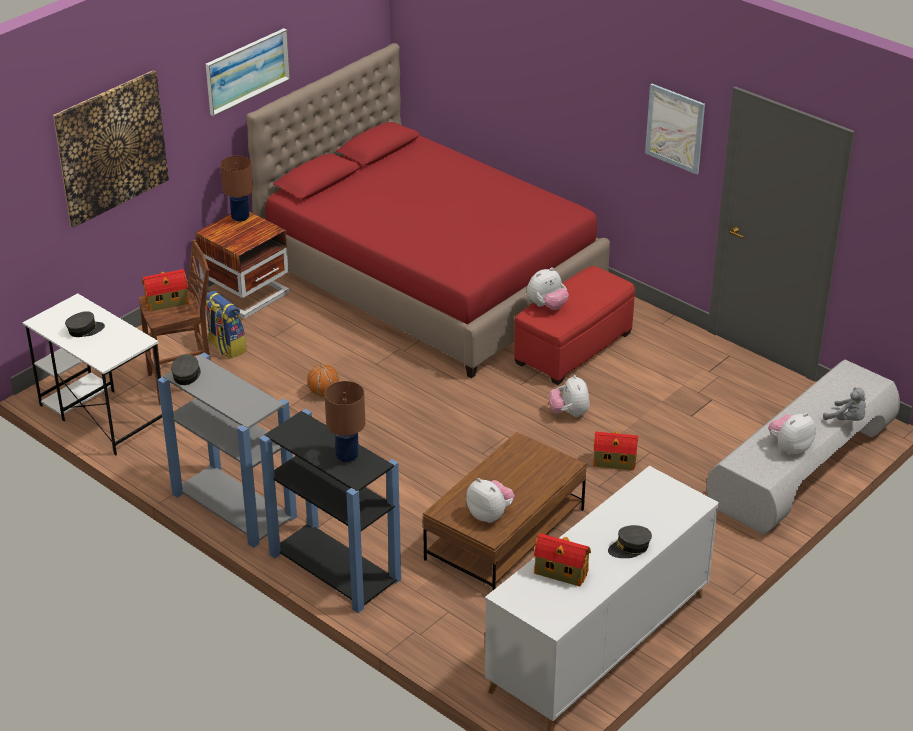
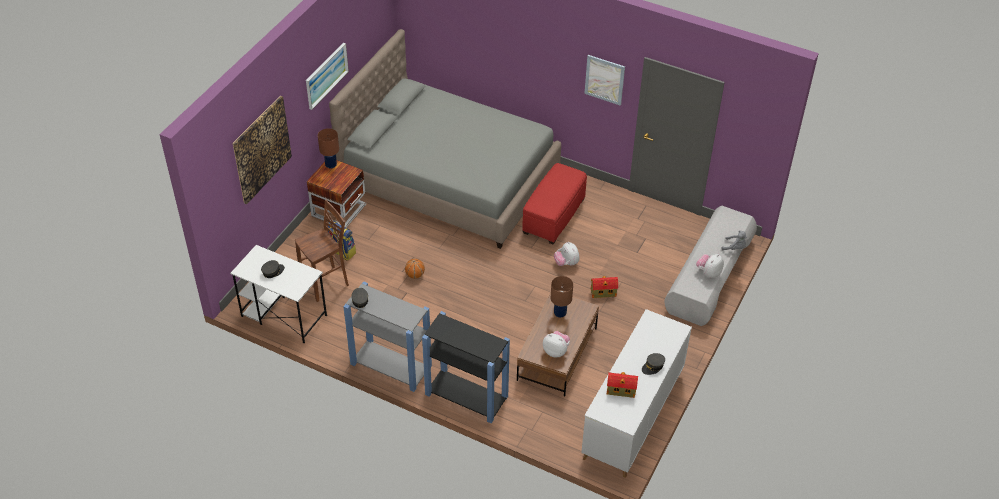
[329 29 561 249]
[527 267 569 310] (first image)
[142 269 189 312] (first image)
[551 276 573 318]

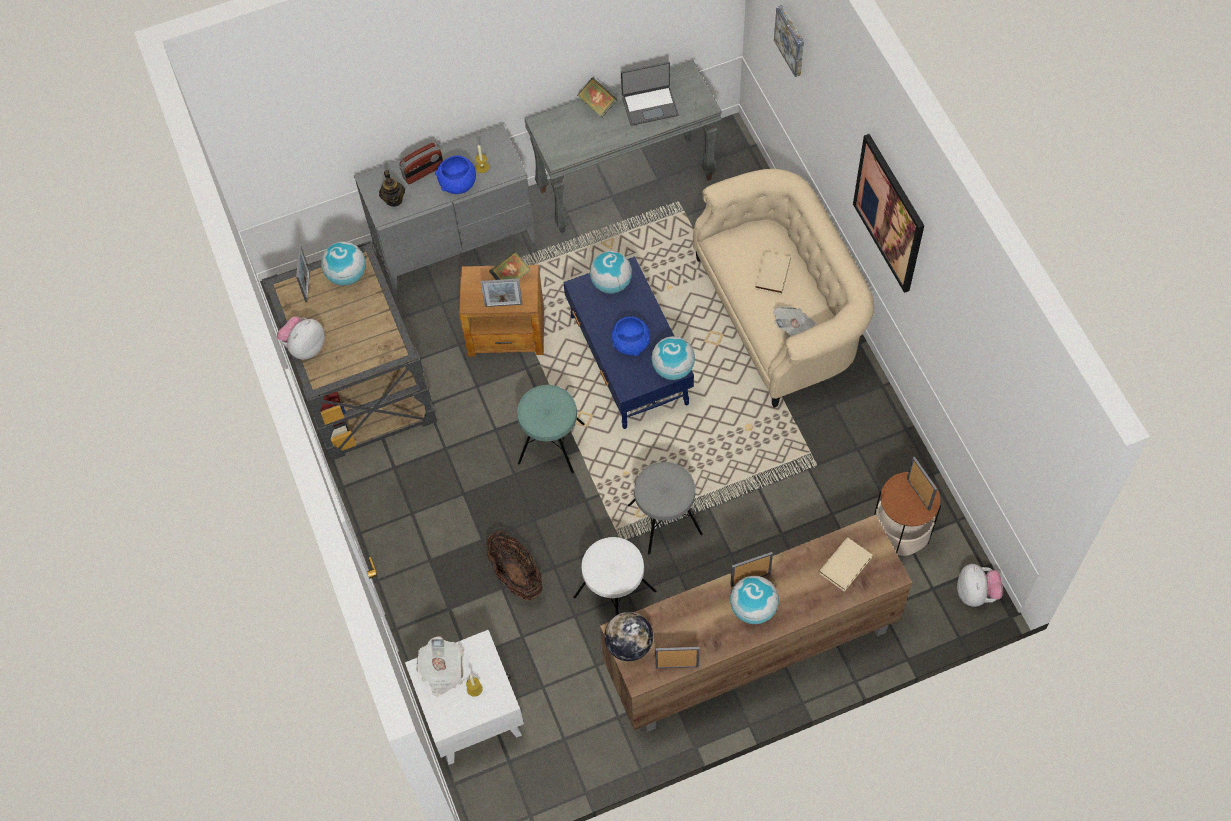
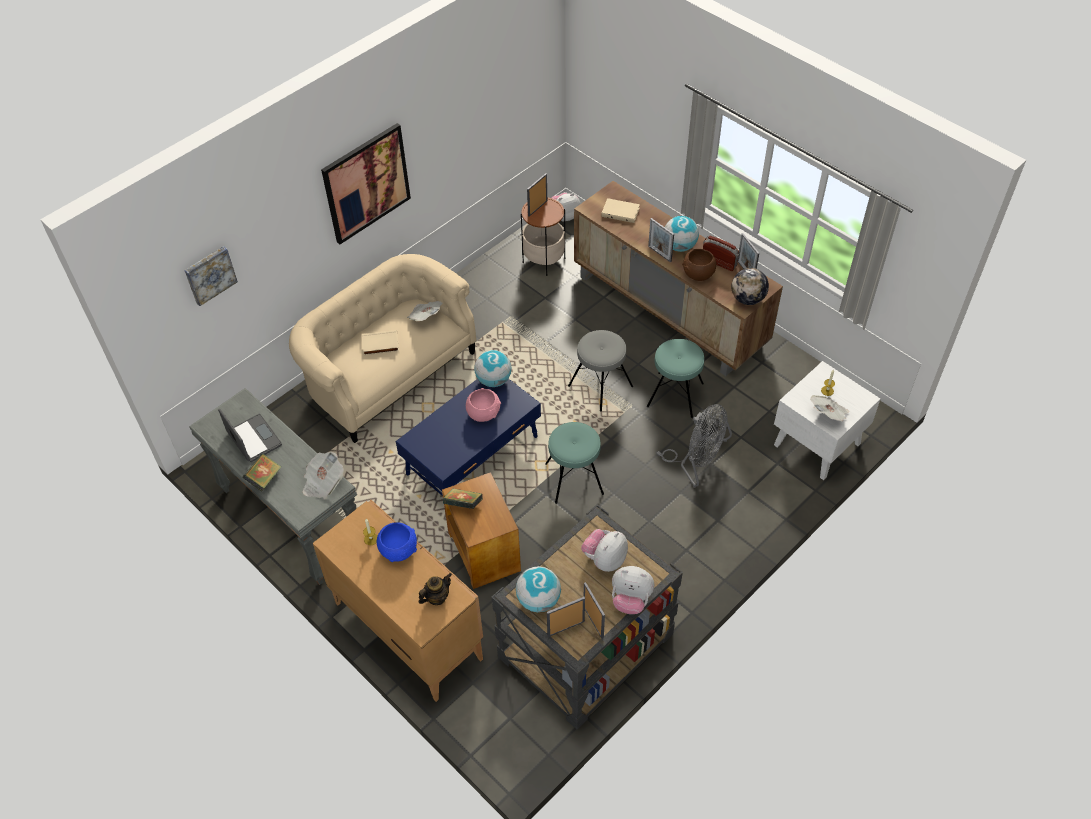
[313 500 483 702]
[703 236 739 271]
[590 251 632 294] (first image)
[584 582 605 639]
[466 388 501 422]
[656 404 732 488]
[647 339 704 418]
[682 249 716 281]
[303 452 344 499]
[581 529 628 572]

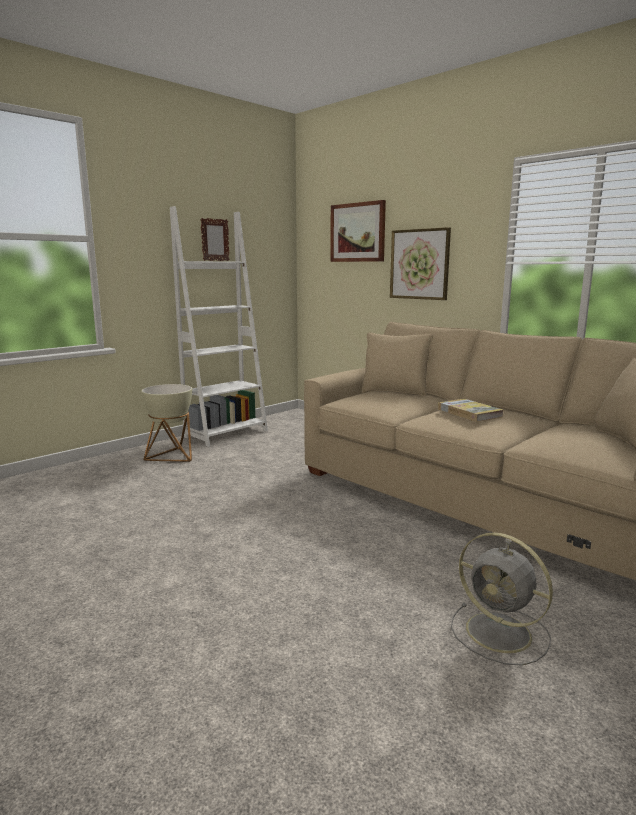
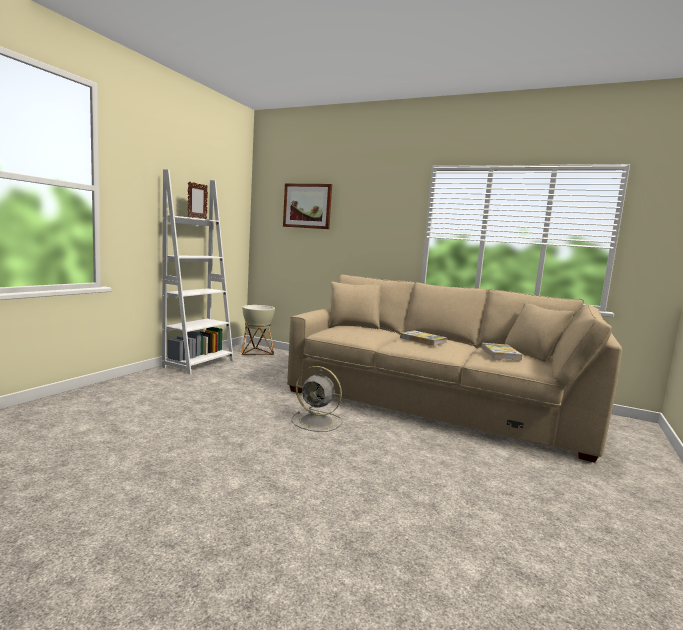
[390 227 451 300] (first image)
[242 305 275 355]
[291 366 343 432]
[481 343 522 361]

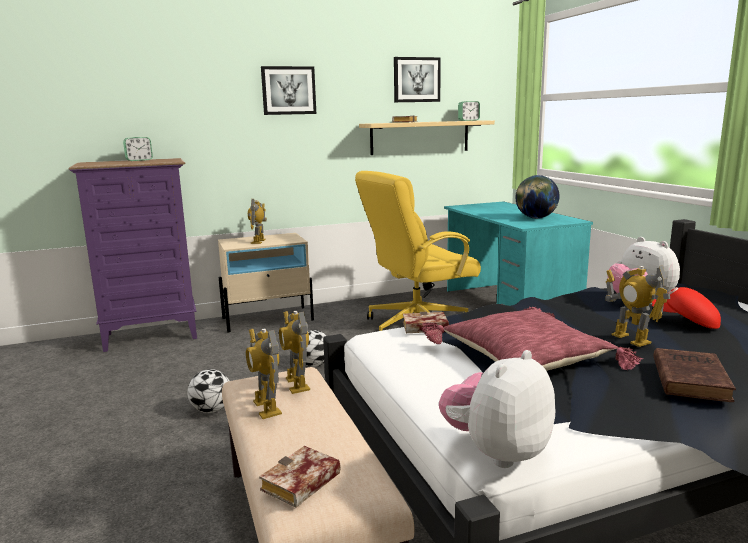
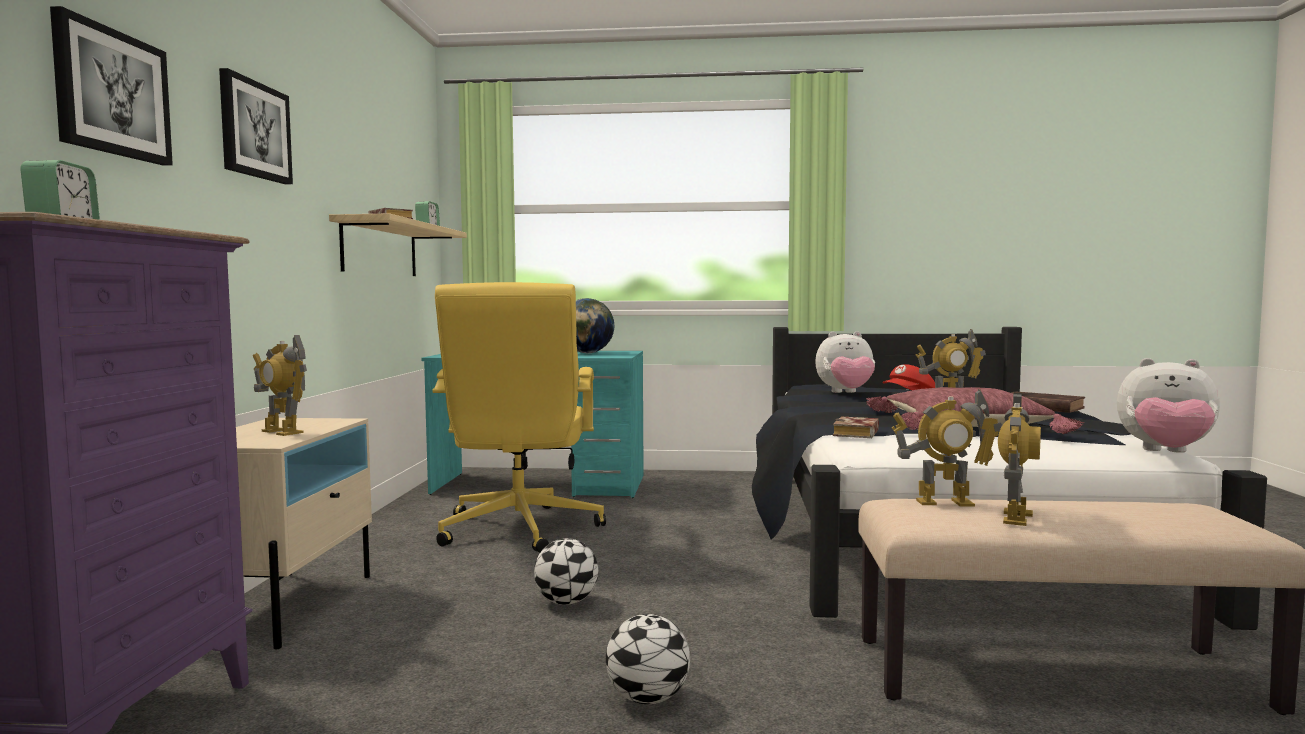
[50 6 173 166]
[998 392 1041 526]
[1117 358 1220 453]
[259 446 341 508] (first image)

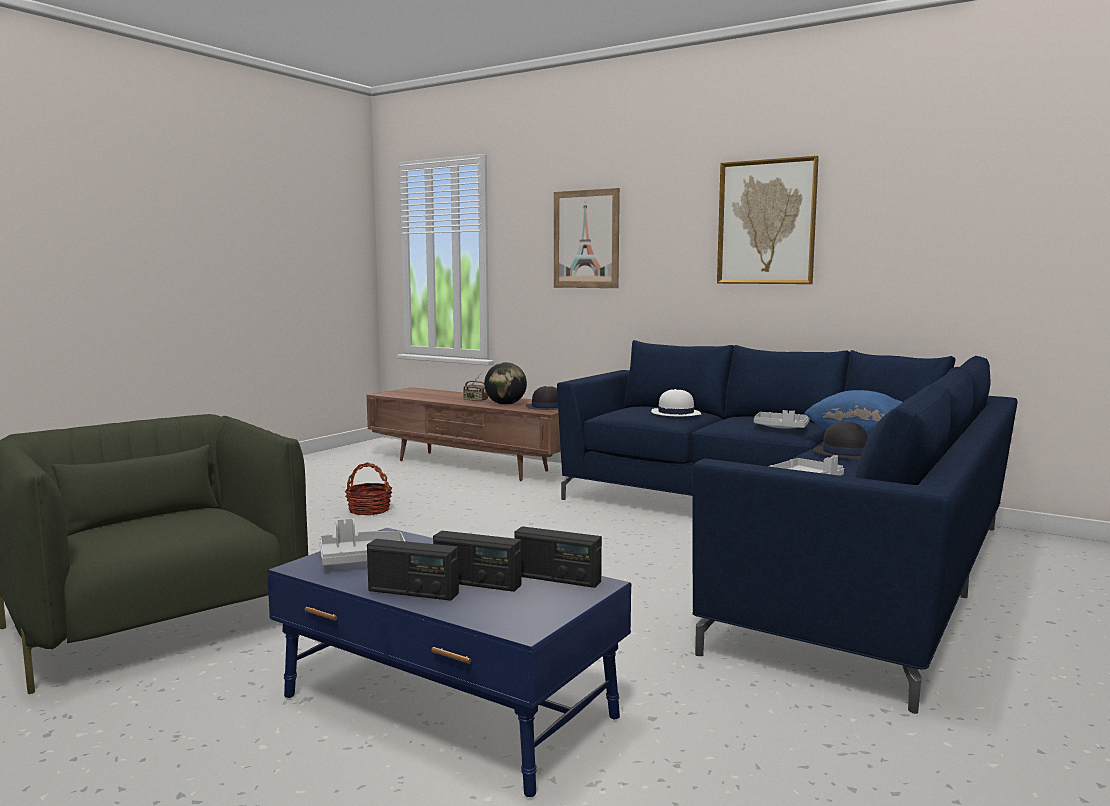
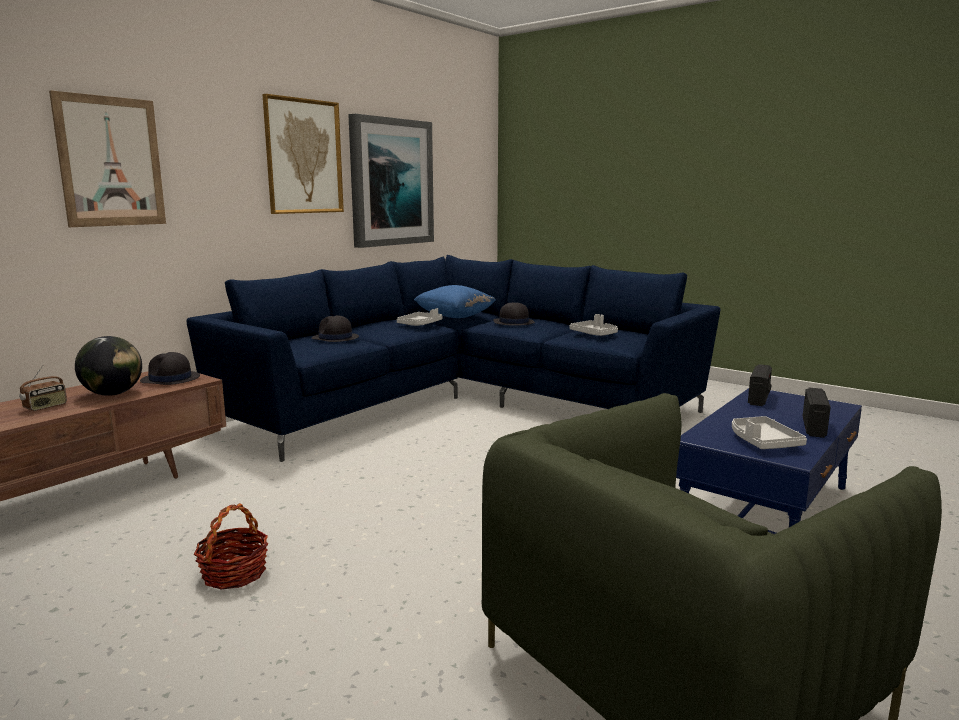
[312 315 359 342]
[433 531 522 592] (first image)
[348 114 434 248]

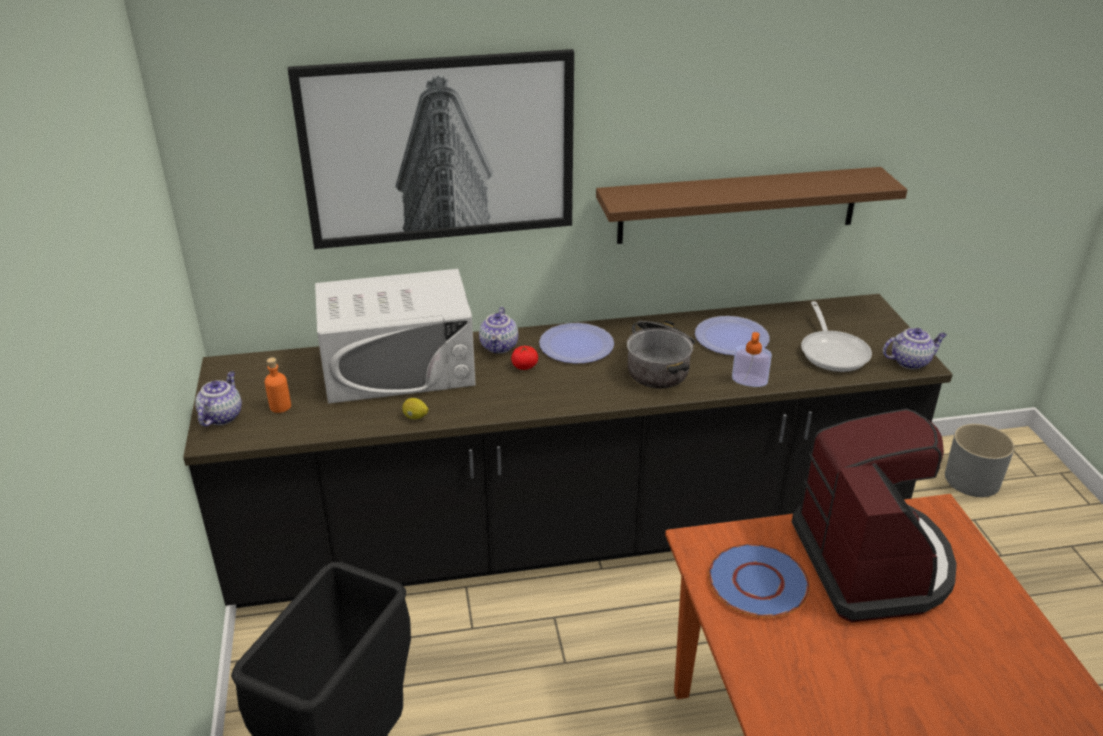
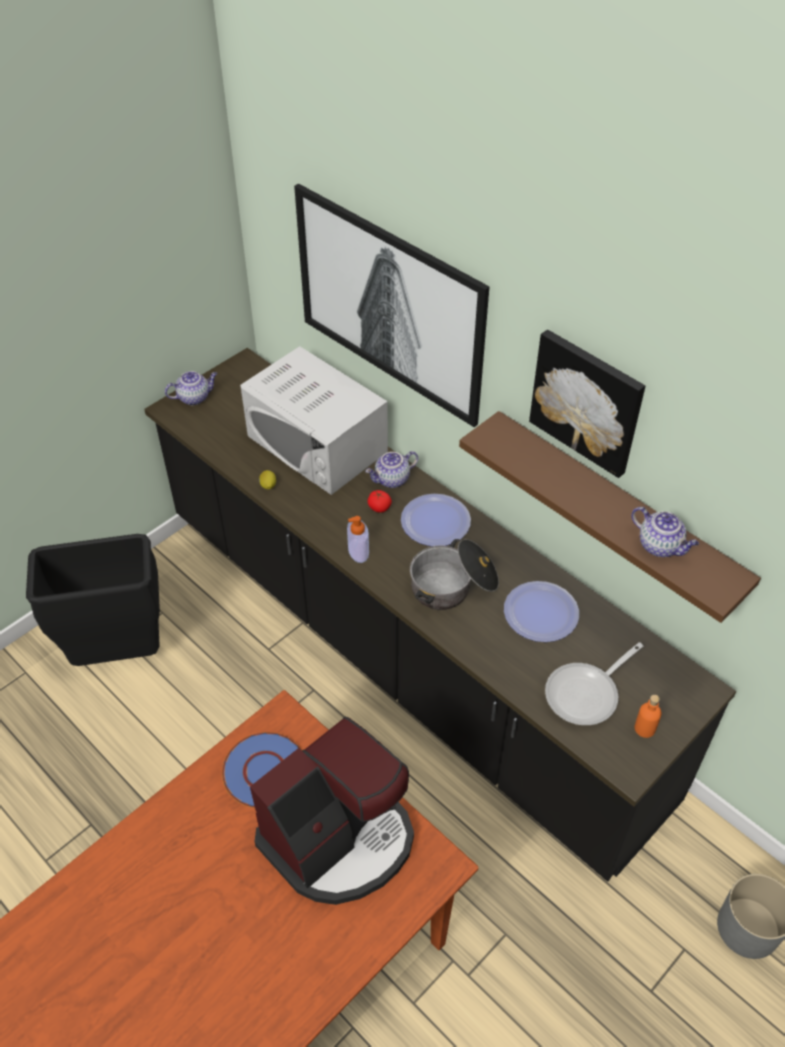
[632 507 699 557]
[347 516 369 563]
[635 695 662 738]
[529 330 645 478]

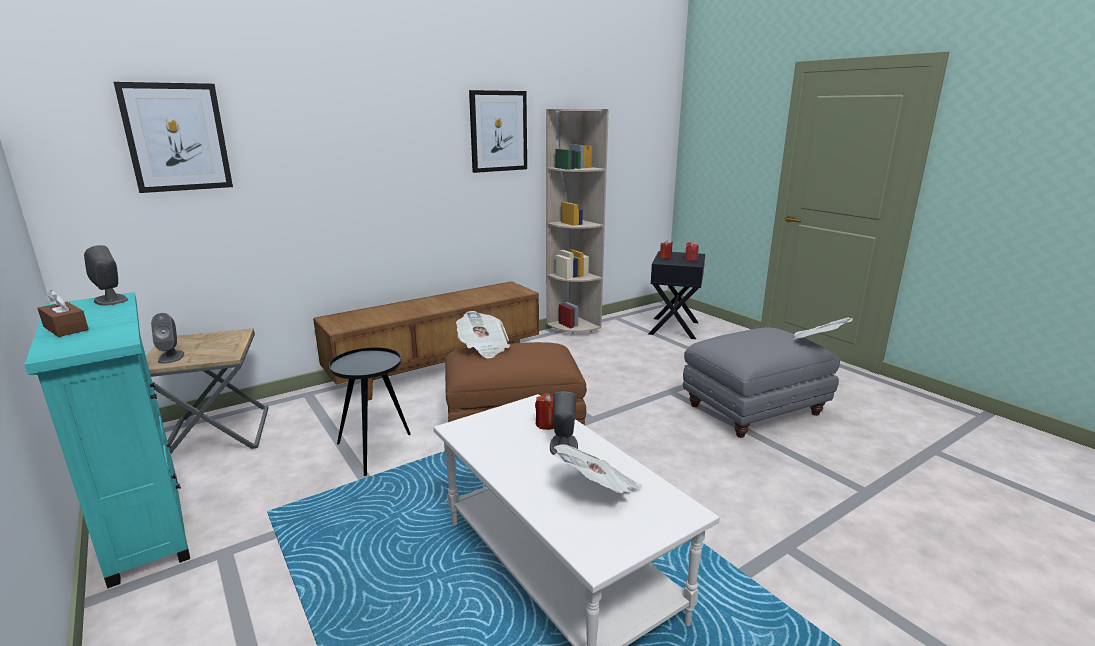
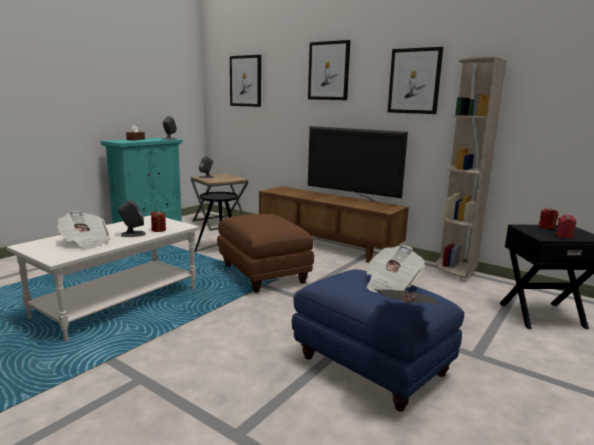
[366 245 425 292]
[291 269 464 412]
[308 40 350 100]
[308 126 408 204]

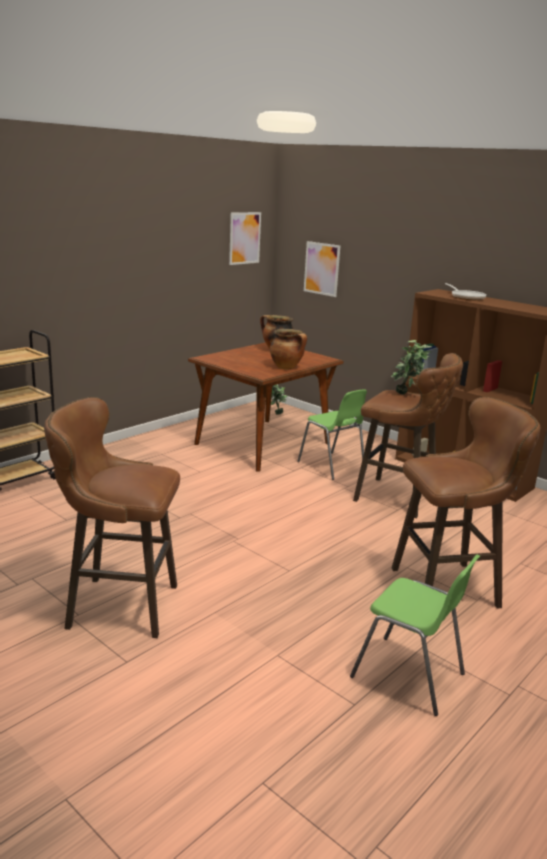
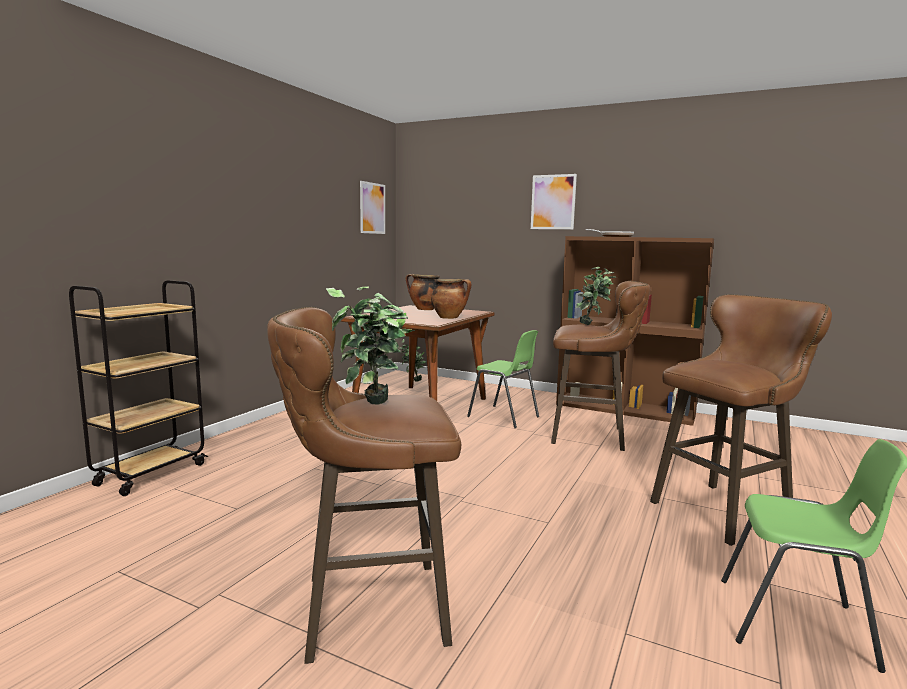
[531 174 577 229]
[326 286 415 404]

